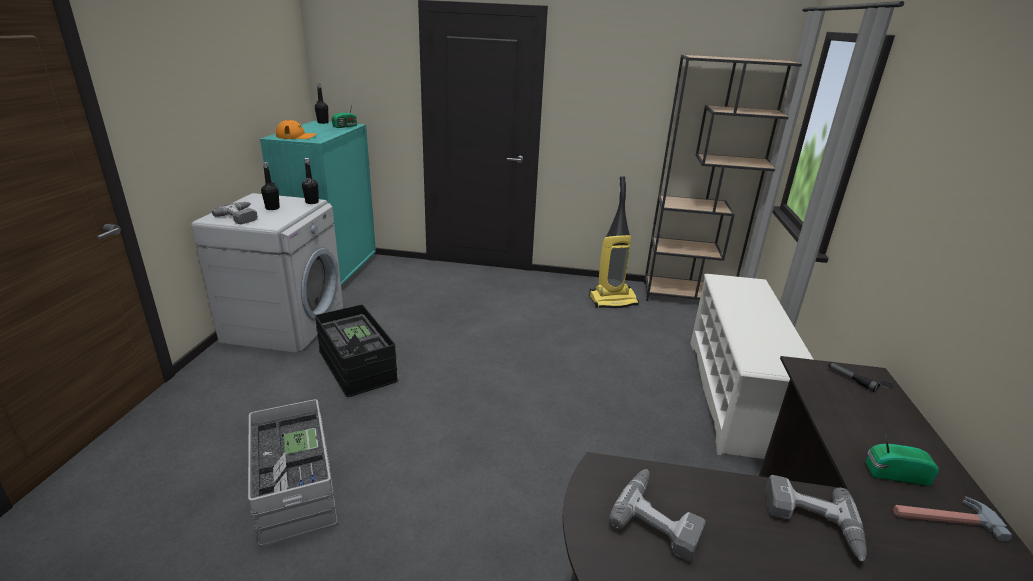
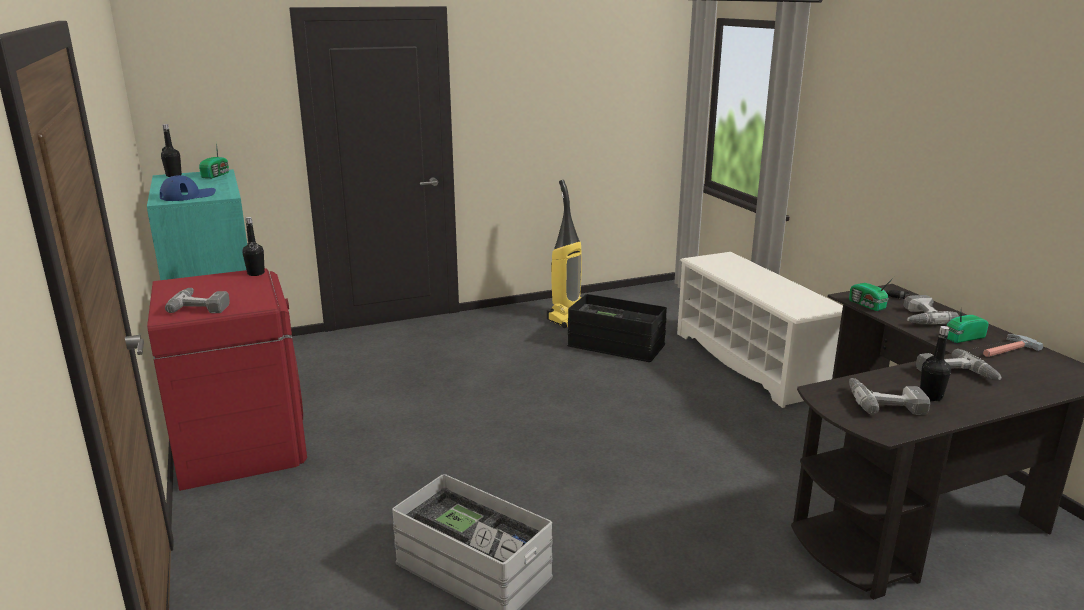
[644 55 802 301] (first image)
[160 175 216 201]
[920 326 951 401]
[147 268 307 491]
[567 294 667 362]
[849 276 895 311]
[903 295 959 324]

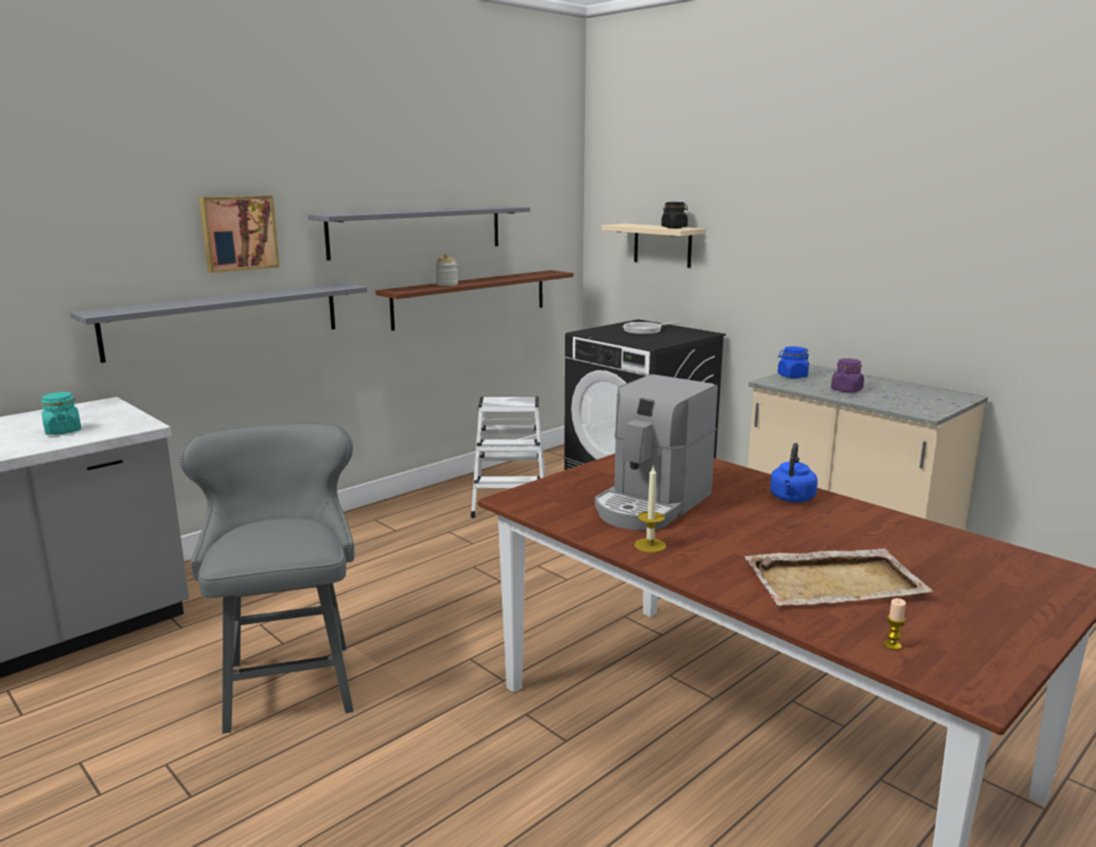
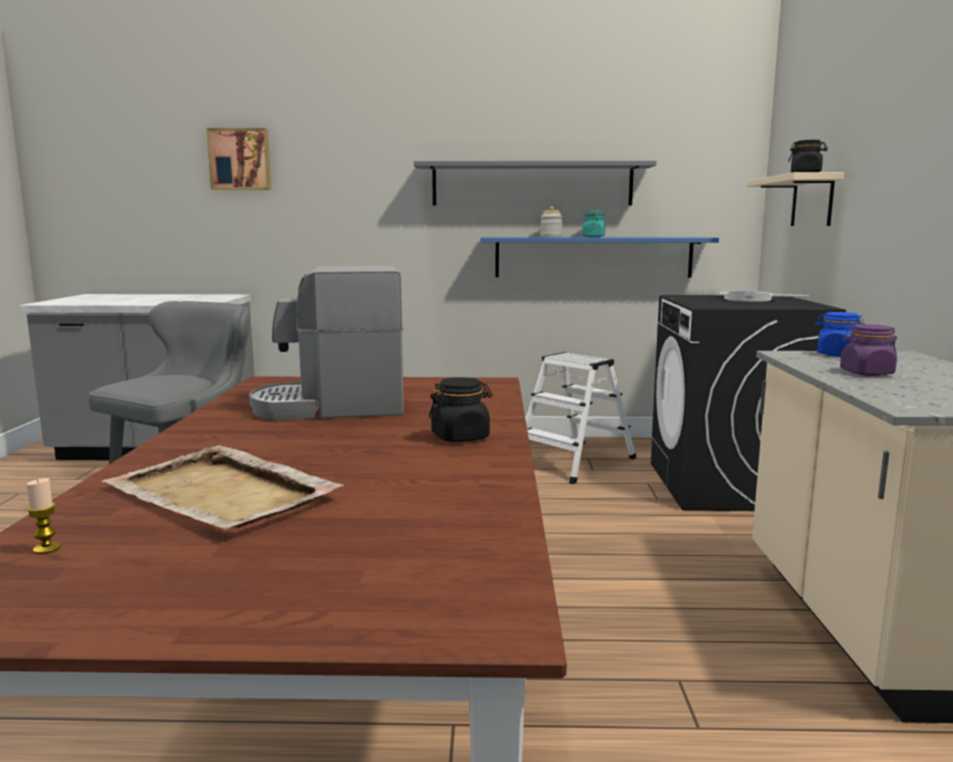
[206 128 271 190]
[480 237 719 278]
[70 283 367 363] (first image)
[582 211 605 237]
[429 377 492 442]
[634 465 666 553] (first image)

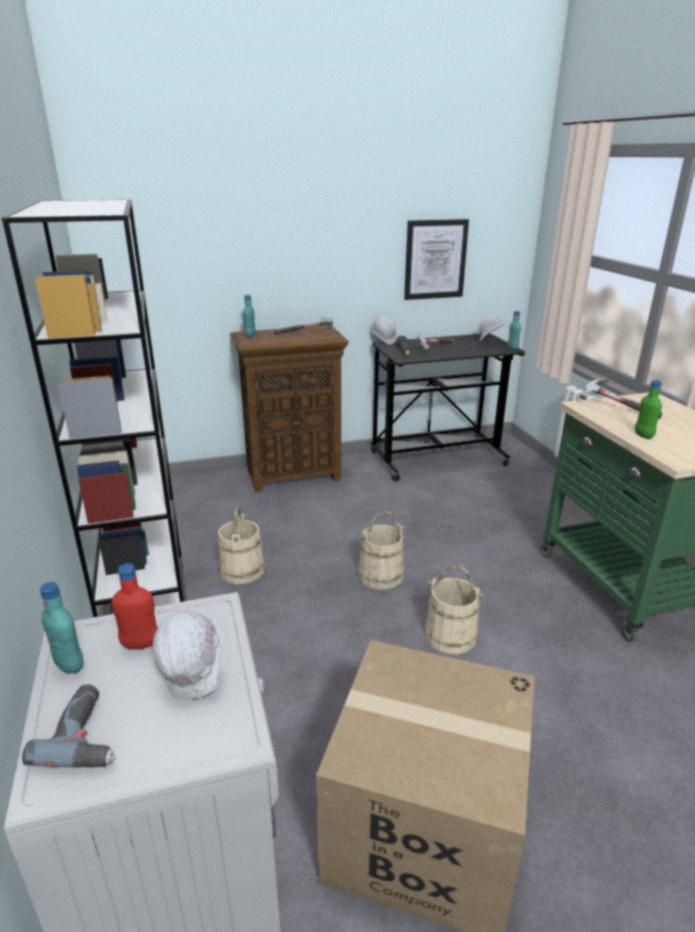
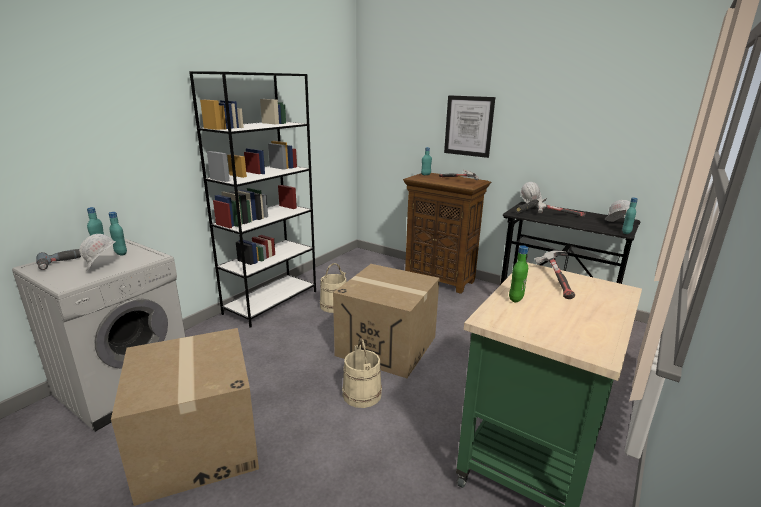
[444 95 495 158]
[333 264 440 378]
[108 212 127 255]

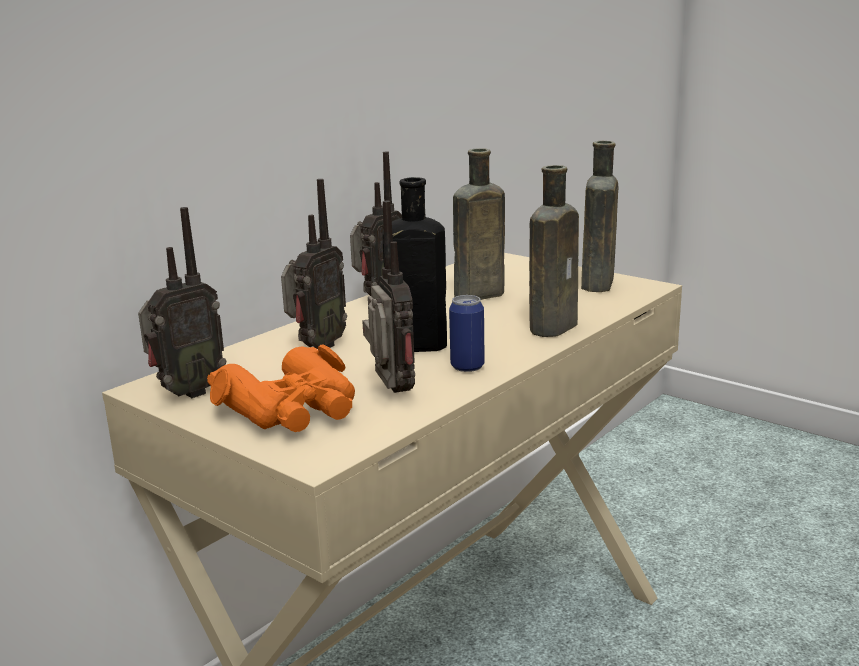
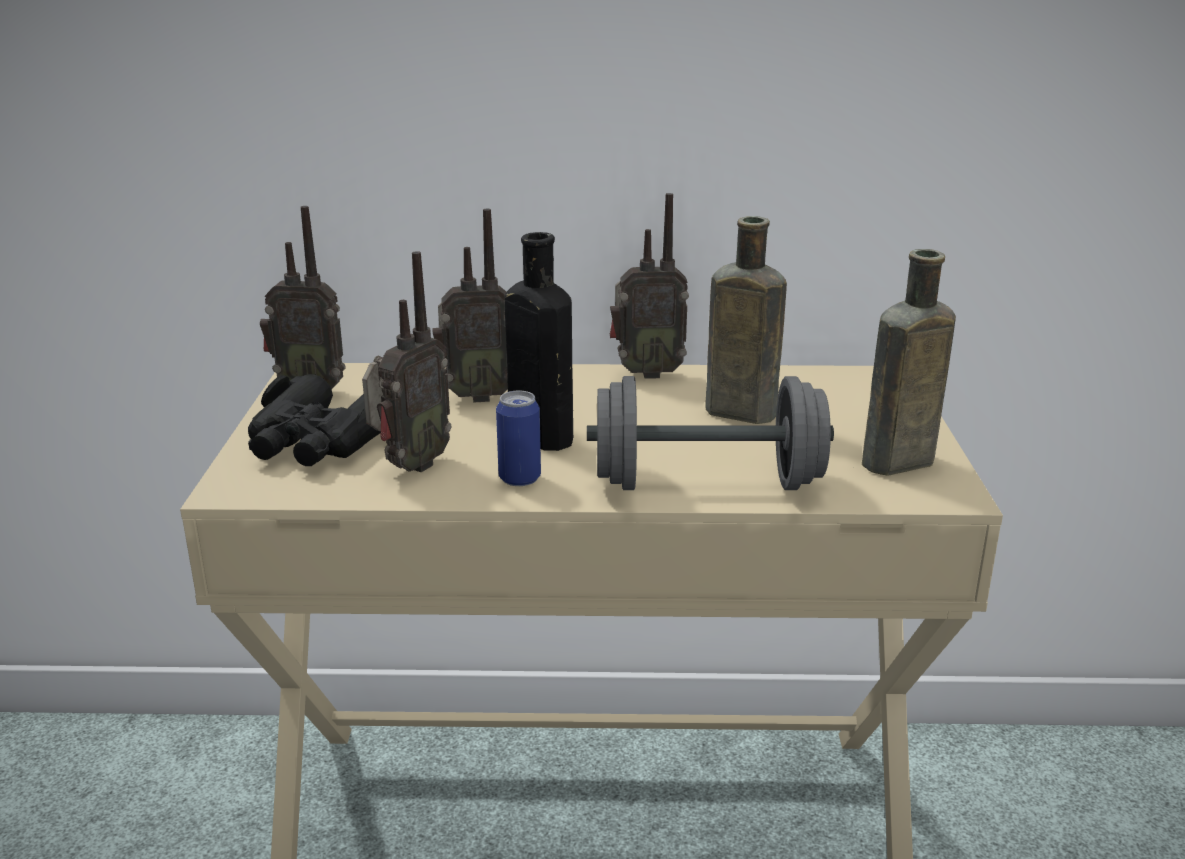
[587 376 834 490]
[248 374 381 466]

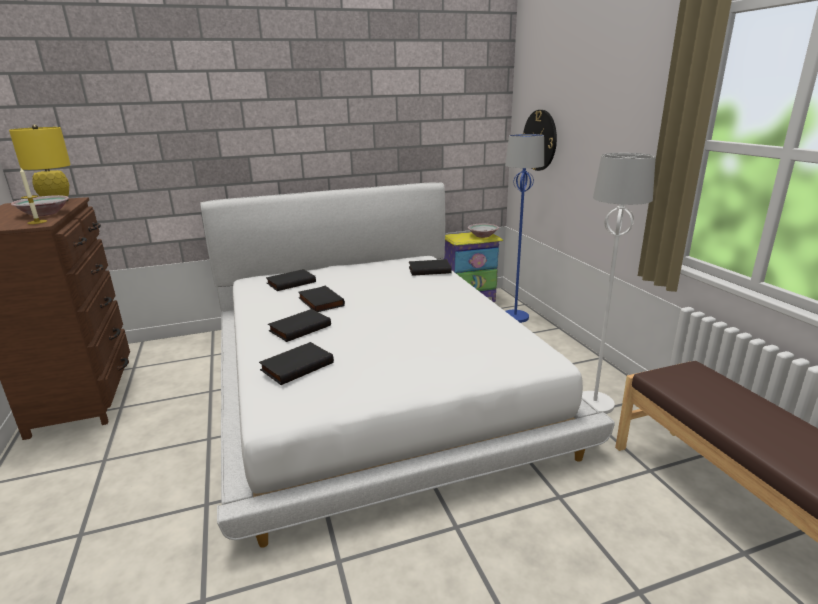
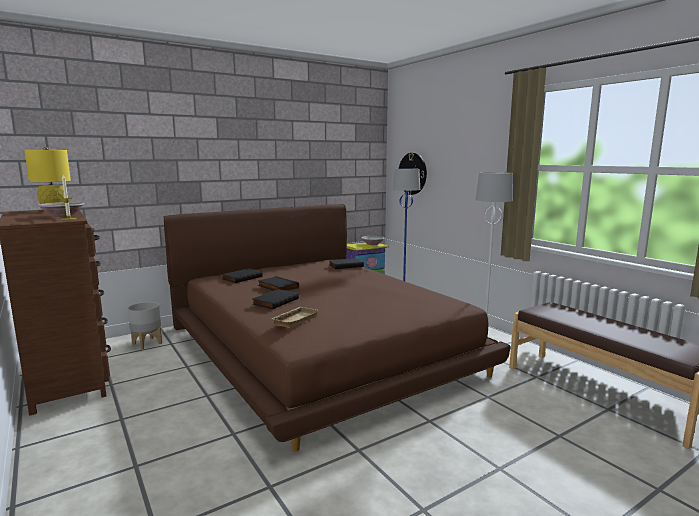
[163 204 511 451]
[270 307 318 328]
[127 302 162 350]

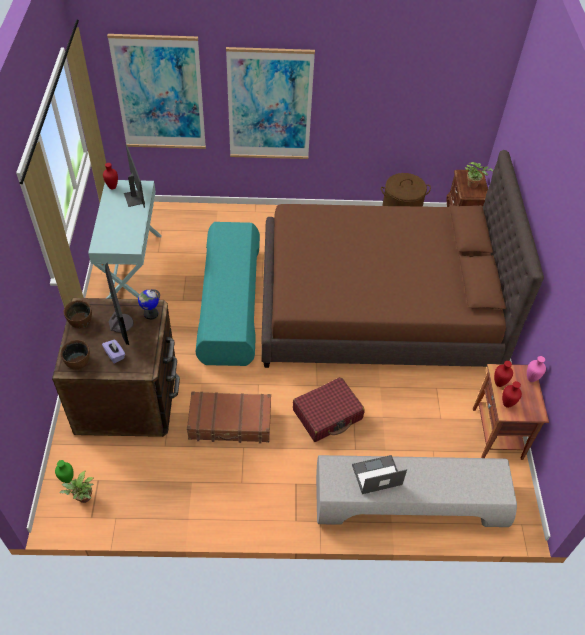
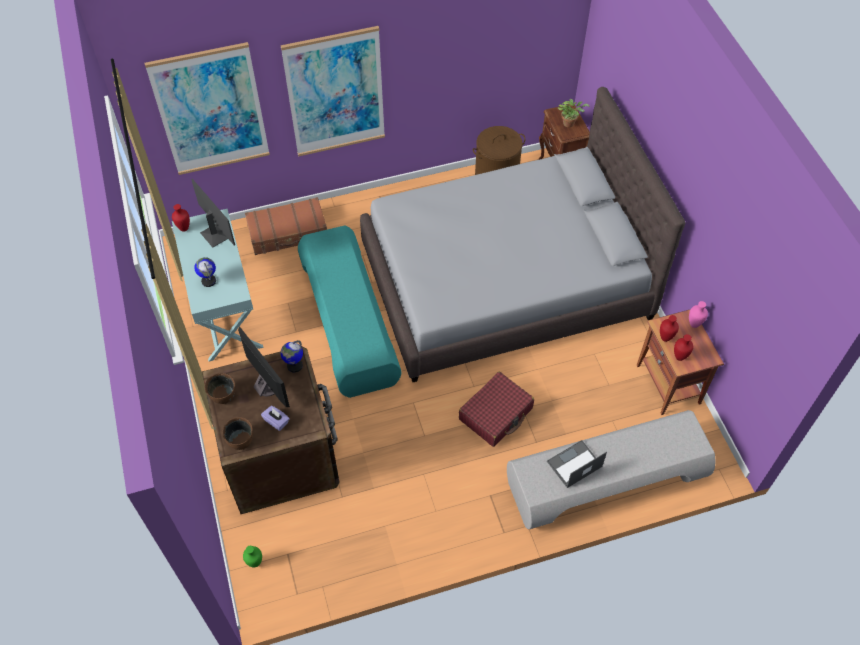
[360 87 685 382]
[245 197 327 255]
[59 471 94 503] (first image)
[194 257 216 287]

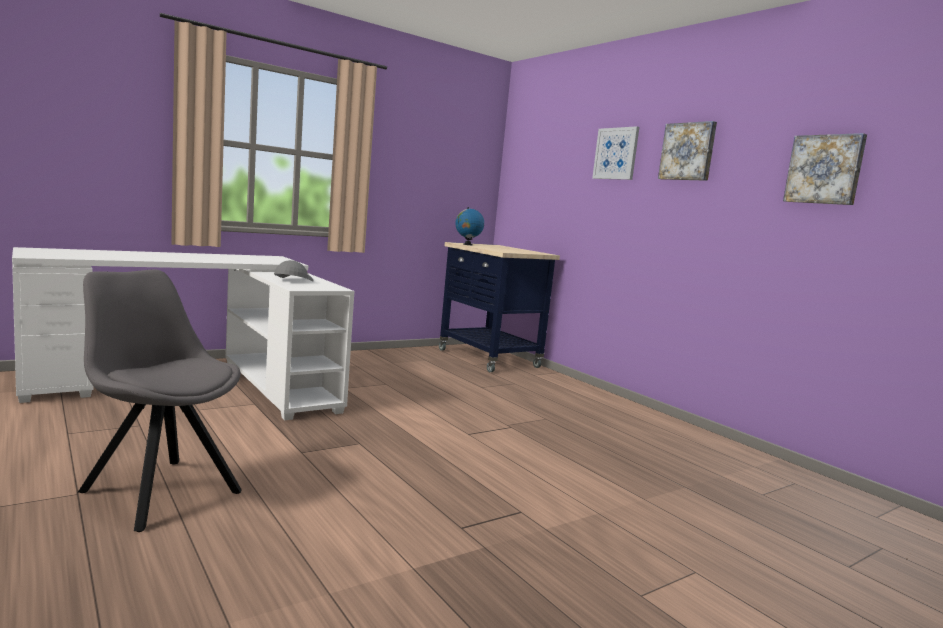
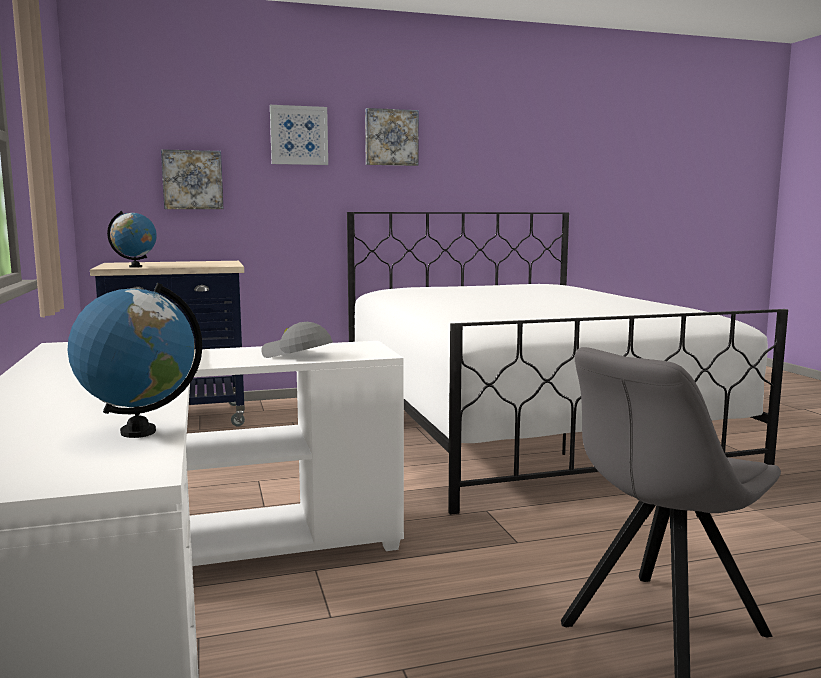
[161 149 224 209]
[347 212 788 515]
[67 282 202 438]

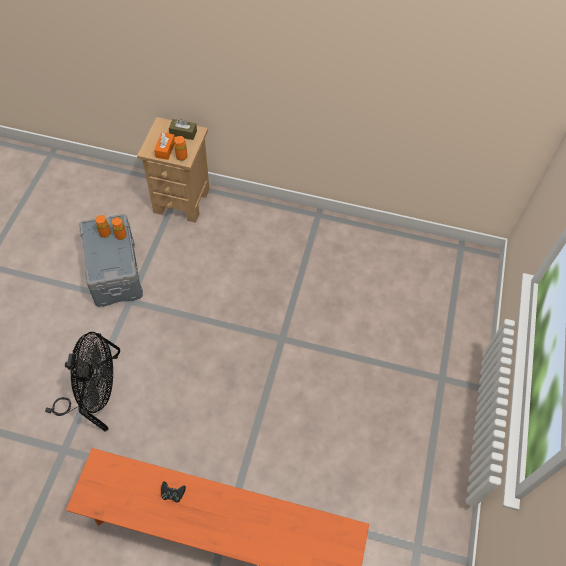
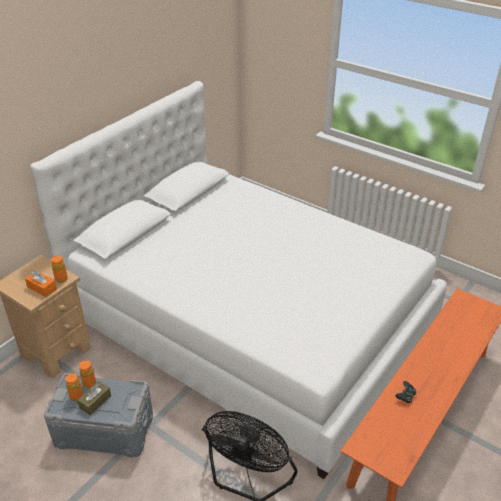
[77 381 111 415]
[30 81 447 479]

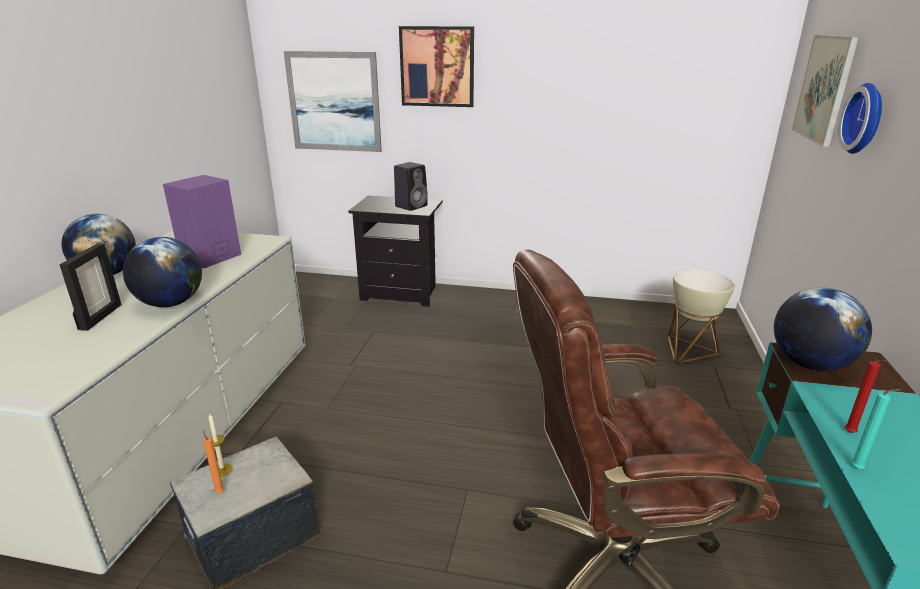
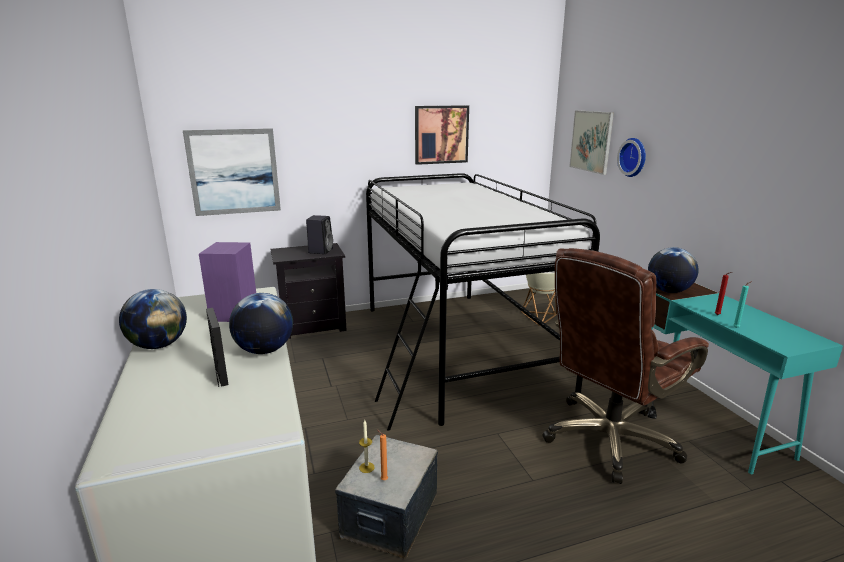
[415 105 469 165]
[366 173 600 431]

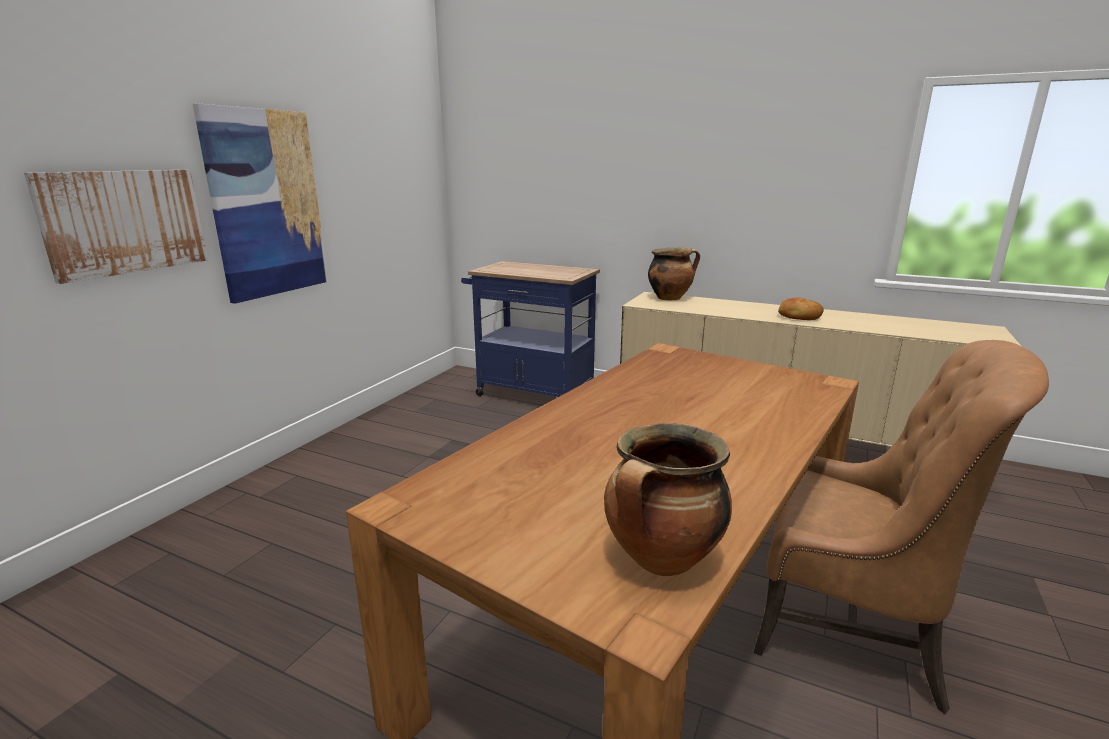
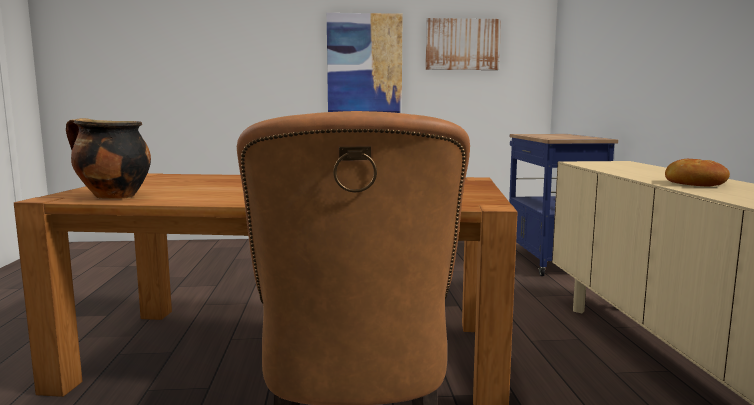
[426 18 501 70]
[648 248 700 300] (first image)

